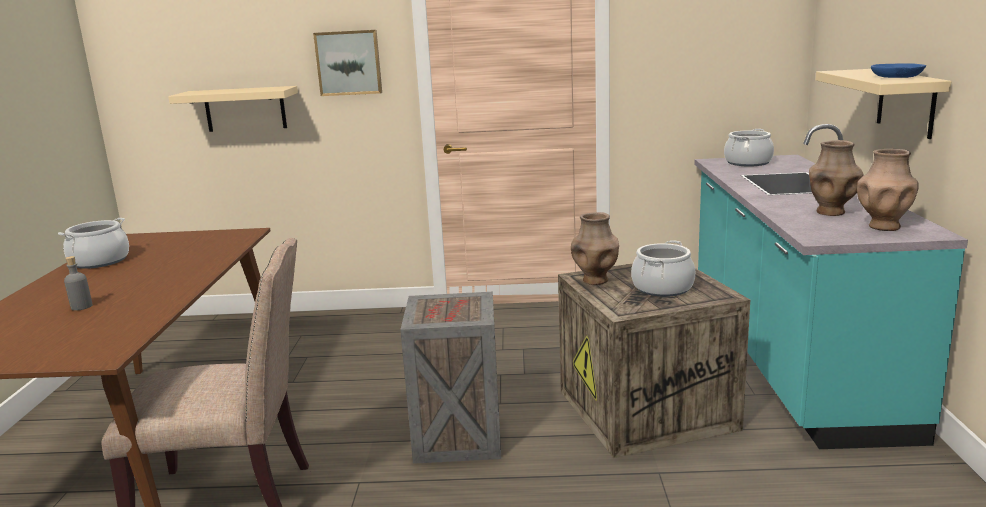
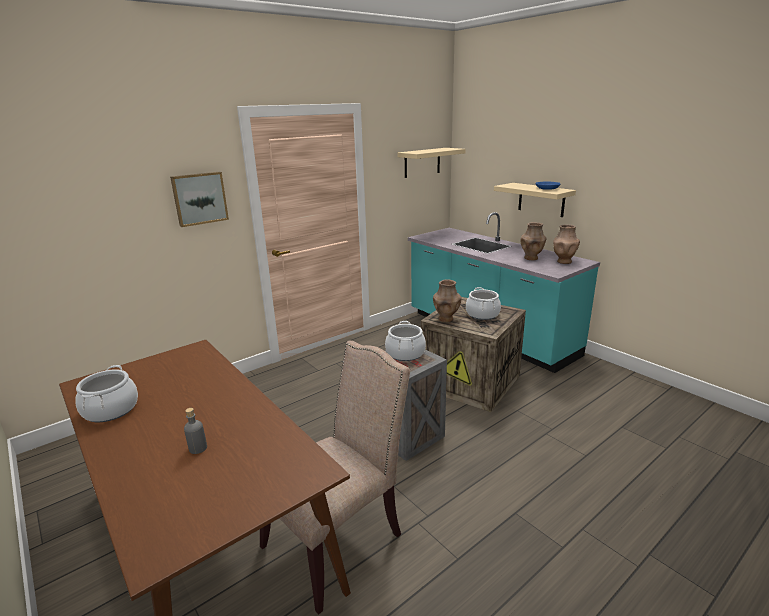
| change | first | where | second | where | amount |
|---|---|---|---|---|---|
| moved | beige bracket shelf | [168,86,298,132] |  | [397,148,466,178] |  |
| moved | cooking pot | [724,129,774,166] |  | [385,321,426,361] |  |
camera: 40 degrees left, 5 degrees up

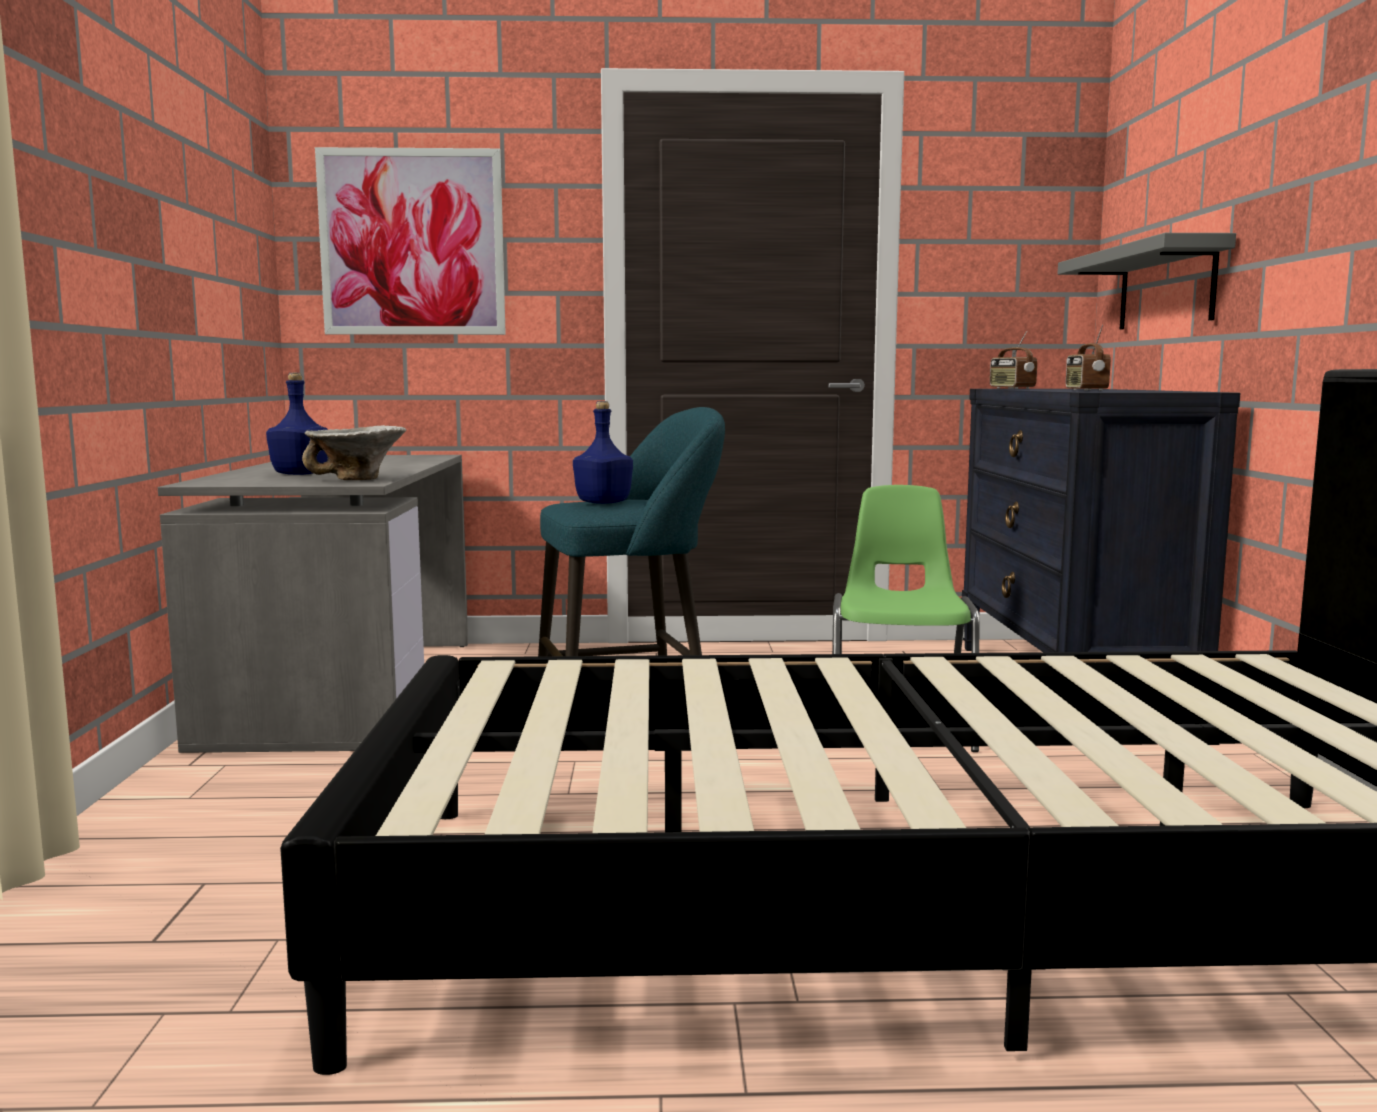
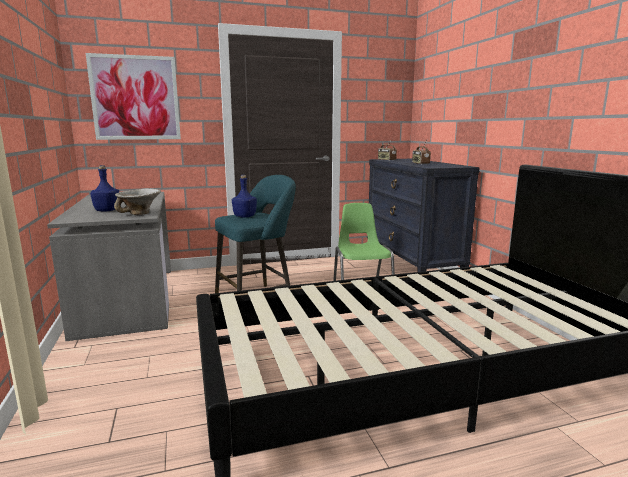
| change | first | where | second | where | amount |
|---|---|---|---|---|---|
| removed | gray bracket shelf | [1058,233,1236,330] |  |  |  |
camera: 15 degrees left, 5 degrees up

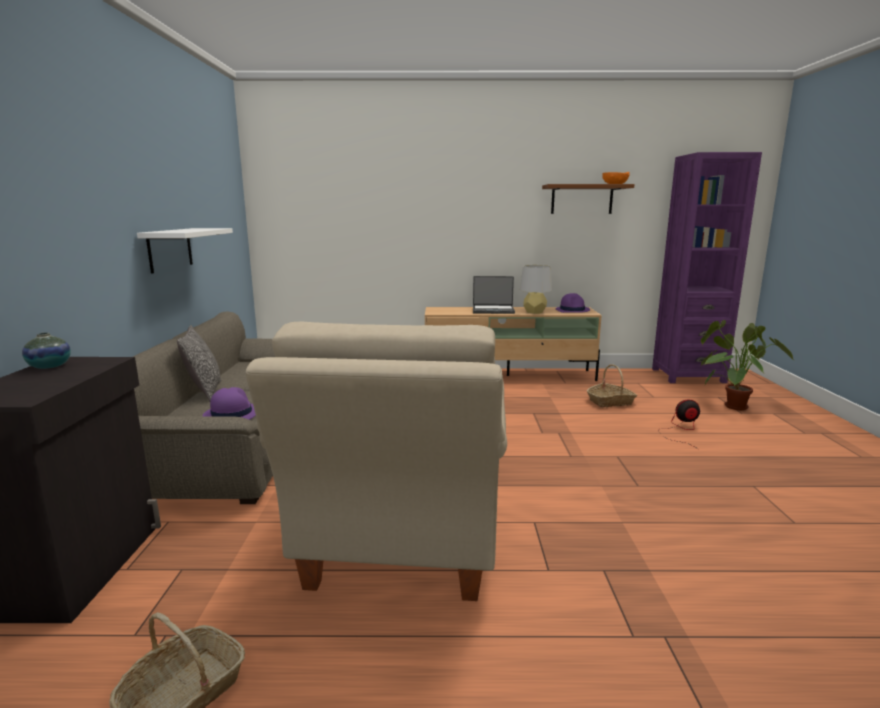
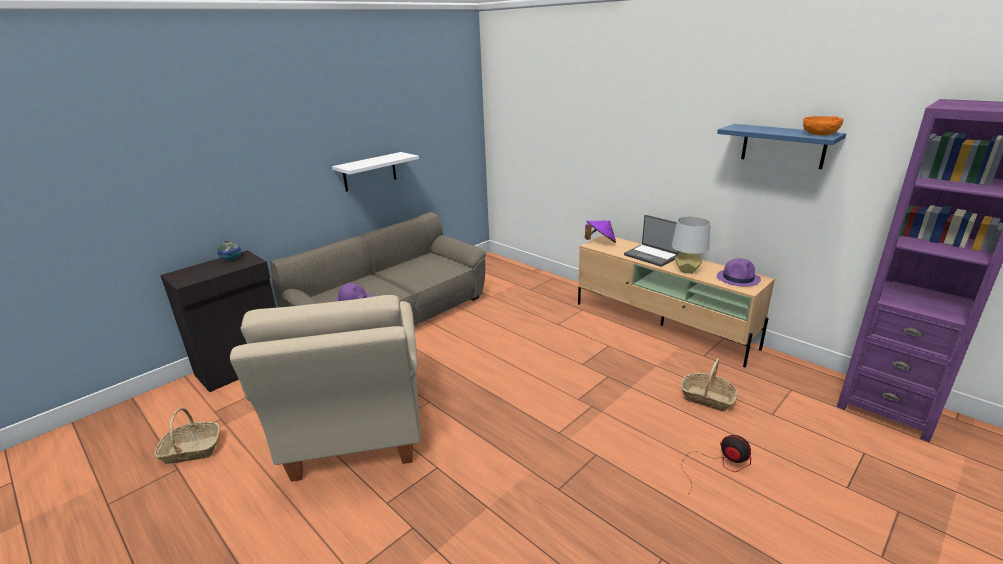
| change | first | where | second | where | amount |
|---|---|---|---|---|---|
| recoloured | brown-coloured bracket shelf | [542,184,635,214] | bluish bracket shelf | [717,124,846,169] |  |
| removed | houseplant | [701,320,795,410] |  |  |  |
| turned | beige lounge chair | [246,322,507,601] |  | [230,295,420,482] | 60 degrees counterclockwise |
| removed | pillow | [177,325,221,401] |  |  |  |
| added |  |  | purplish clothing hat | [585,220,616,243] |  |
camera: 45 degrees right, 10 degrees up

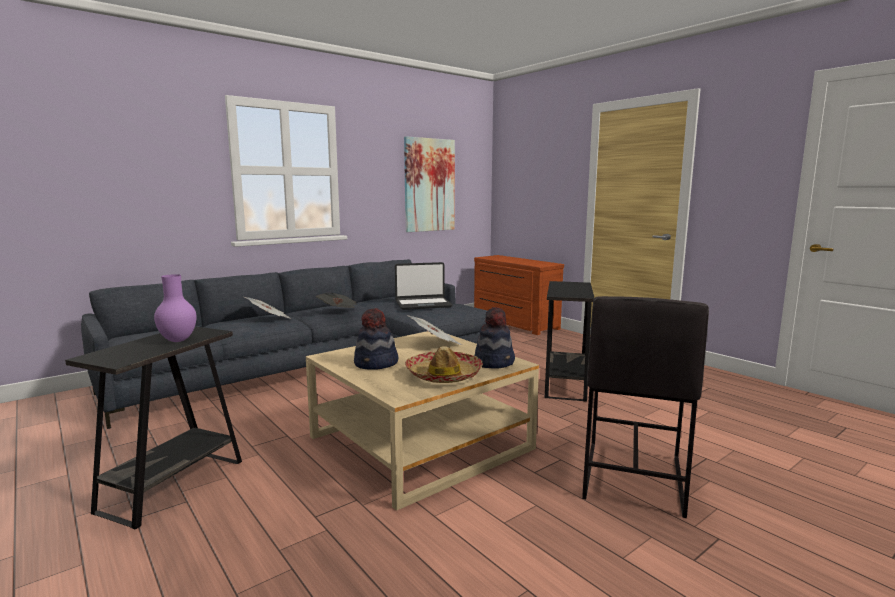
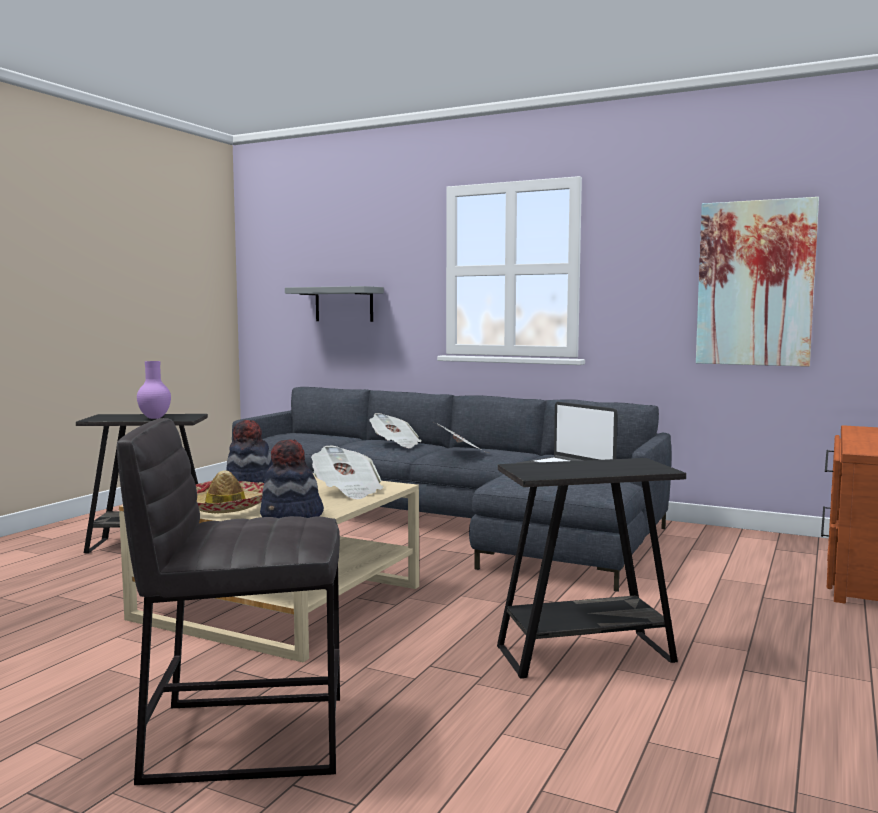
| change | first | where | second | where | amount |
|---|---|---|---|---|---|
| added |  |  | gray bracket shelf | [285,286,384,322] |  |
camera: 65 degrees right, 5 degrees down

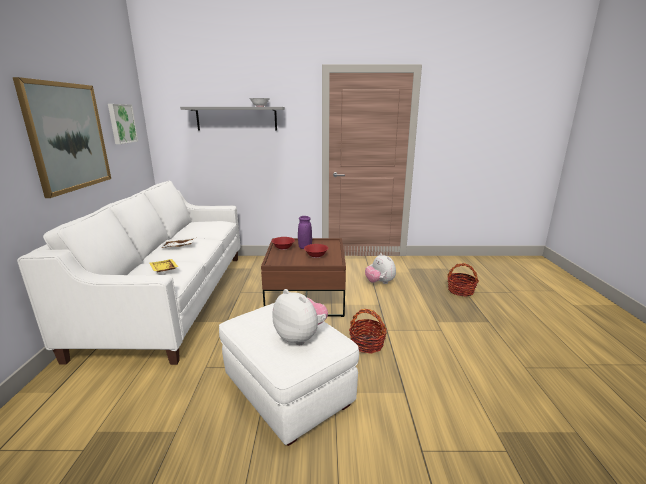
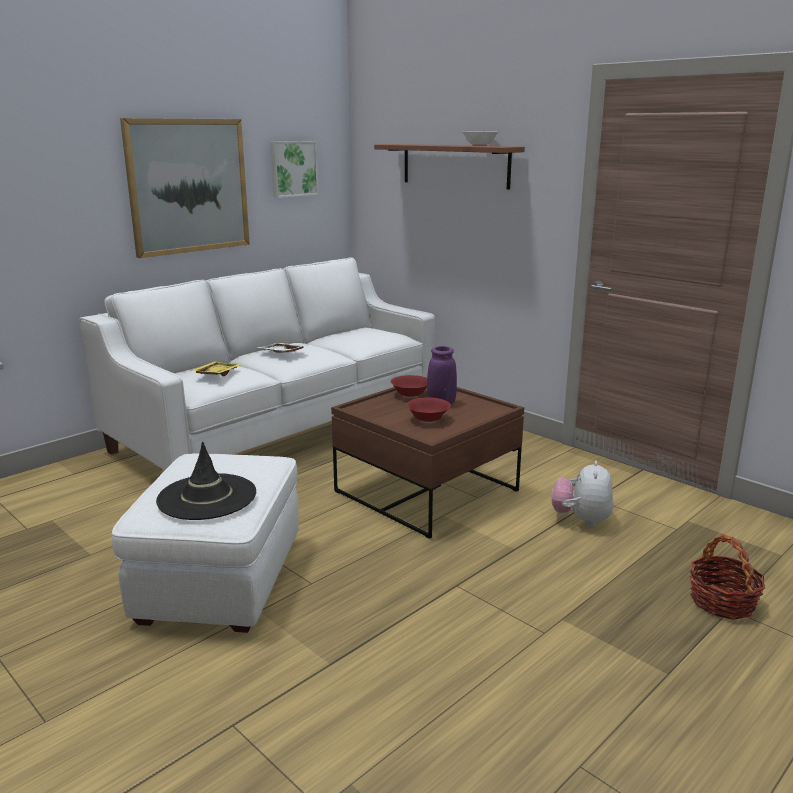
| change | first | where | second | where | amount |
|---|---|---|---|---|---|
| recoloured | gray bracket shelf | [180,107,285,130] | brown-coloured bracket shelf | [374,144,525,189] |  |
| replaced | soft toy | [273,289,328,345] | black clothing hat | [156,441,256,520] |  |
| removed | storage basket | [349,309,387,354] |  |  |  |
camera: 45 degrees right, 0 degrees up

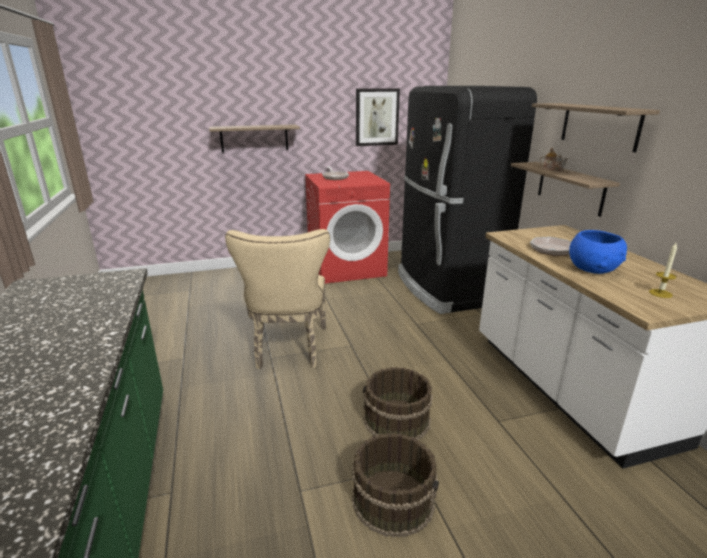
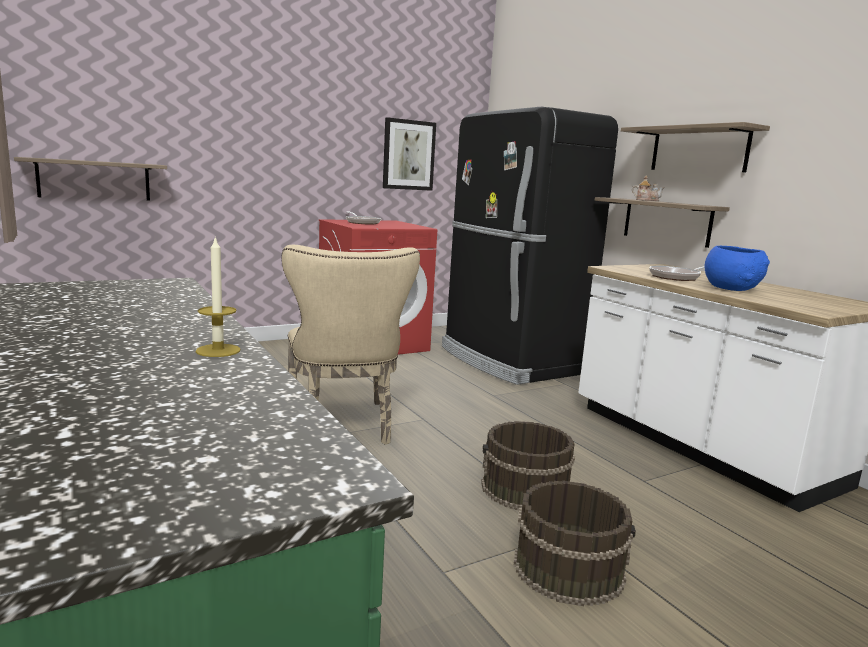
| change | first | where | second | where | amount |
|---|---|---|---|---|---|
| moved | bracket shelf | [209,124,300,153] |  | [14,157,167,201] |  |
| moved | wax candle | [649,243,677,298] |  | [196,237,240,357] |  |
camera: 15 degrees left, 10 degrees down

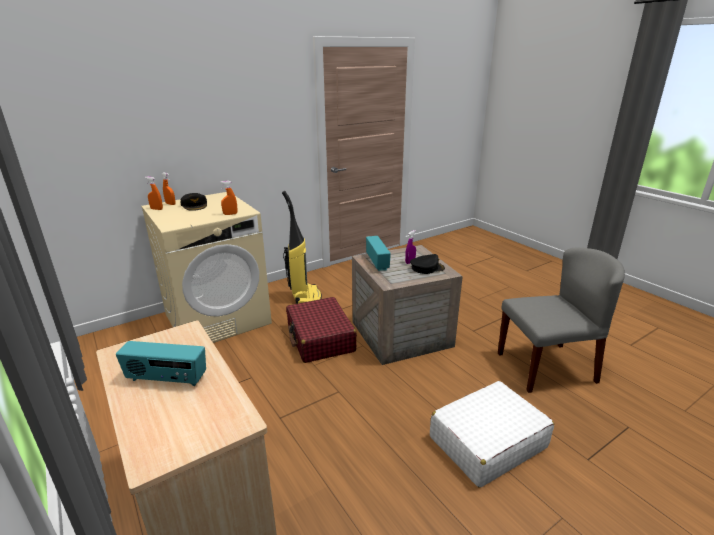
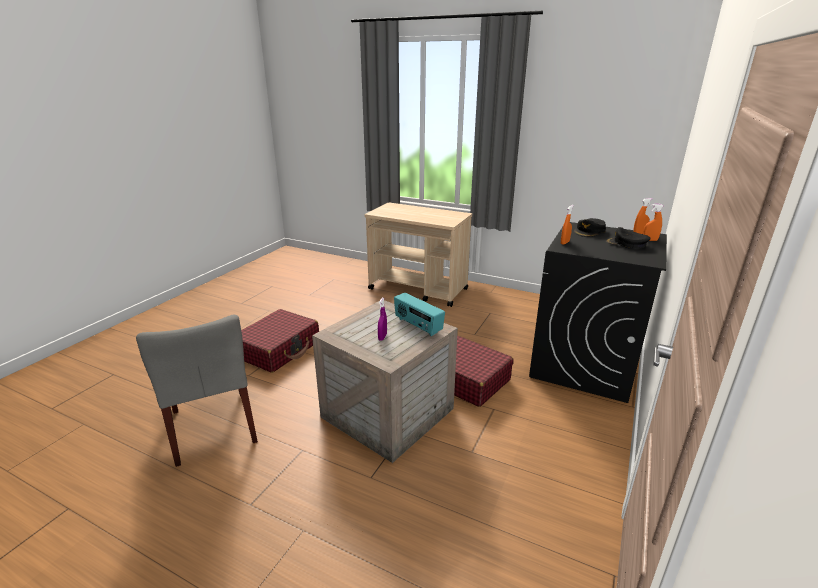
| change | first | where | second | where | amount |
|---|---|---|---|---|---|
| removed | hoover | [282,191,322,304] |  |  |  |
| recoloured | beige washing machine | [141,192,272,343] | black washing machine | [529,222,667,403] |  |
| turned | gray upright chair | [498,247,625,393] |  | [136,315,258,467] | 75 degrees counterclockwise |
| moved | black baseball cap | [410,254,445,274] |  | [574,218,606,237] |  |
| removed | radio set | [116,341,206,386] |  |  |  |
| recoloured | whitish suitcase | [430,381,554,488] | red-coloured suitcase | [241,309,319,373] |  |
camera: 150 degrees right, 0 degrees up

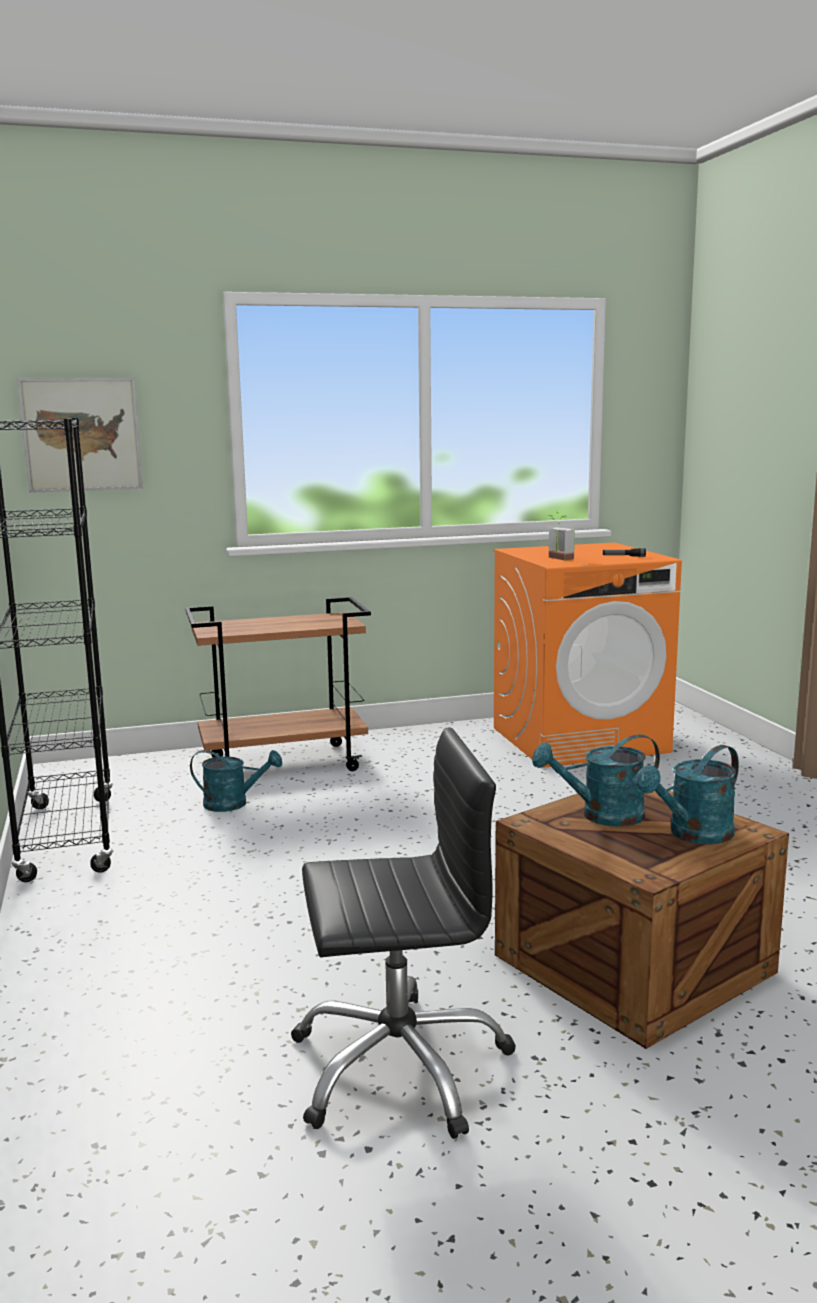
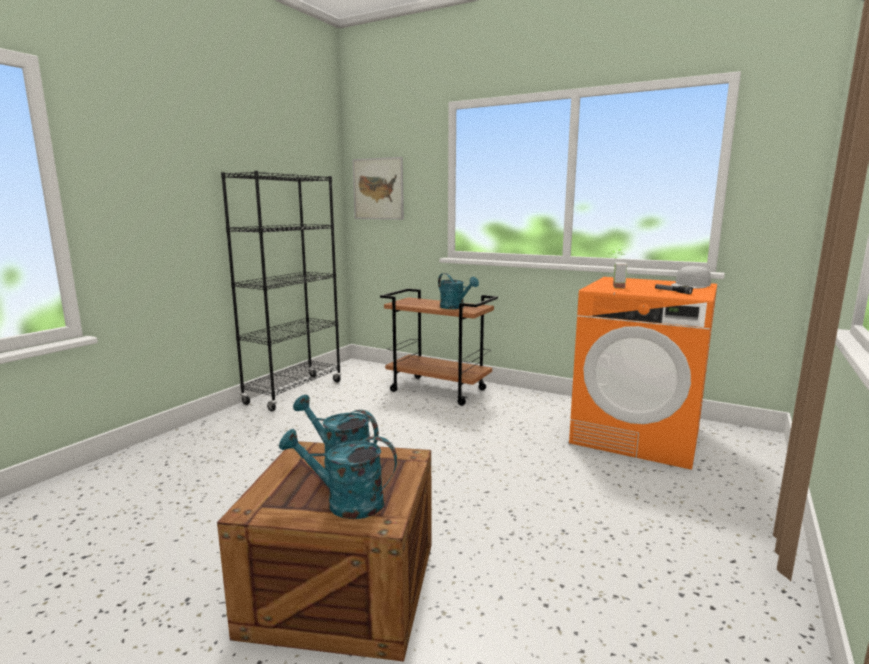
| change | first | where | second | where | amount |
|---|---|---|---|---|---|
| removed | black office chair | [291,727,516,1139] |  |  |  |
| moved | blue-green sprinkling can | [190,750,282,812] |  | [438,273,479,309] |  |
| added |  |  | whitish baseball cap | [671,265,711,289] |  |
camera: 45 degrees right, 0 degrees up

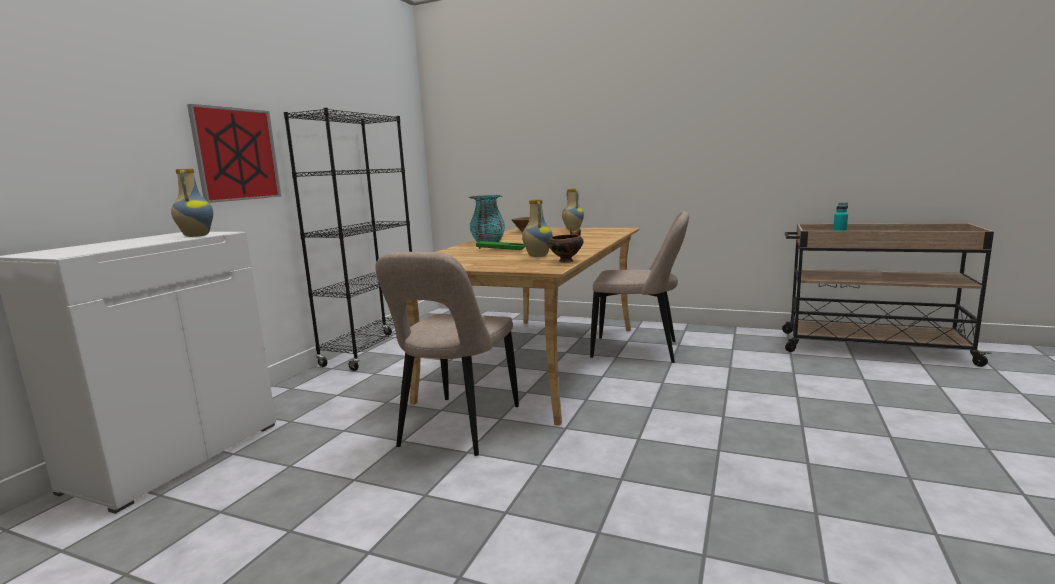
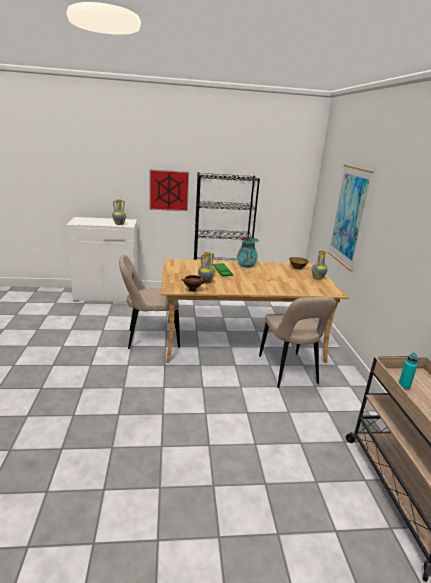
| change | first | where | second | where | amount |
|---|---|---|---|---|---|
| added |  |  | wall art | [328,164,374,272] |  |
camera: 60 degrees right, 10 degrees up

